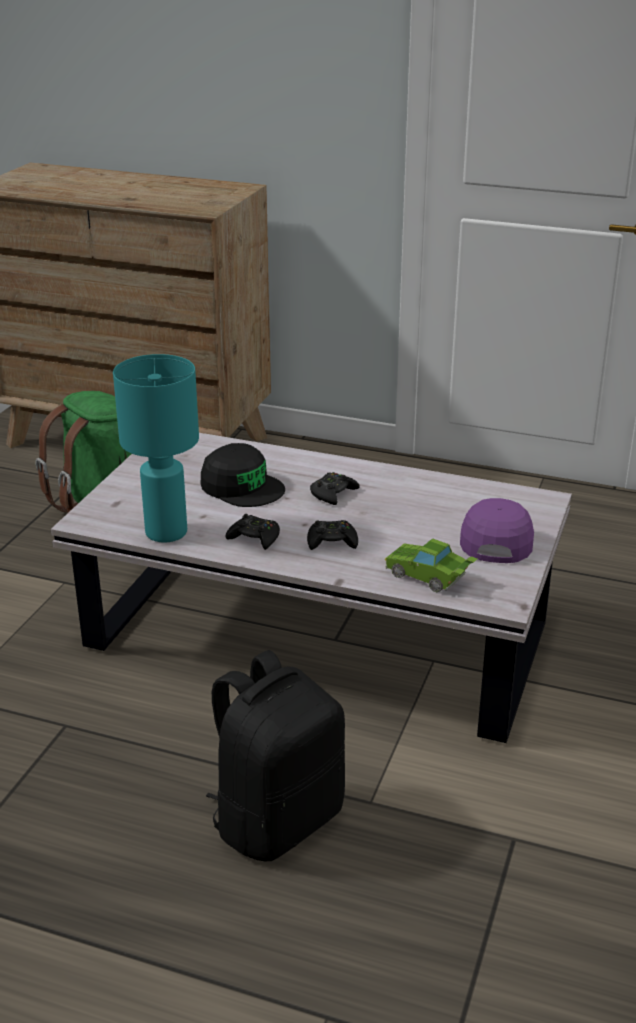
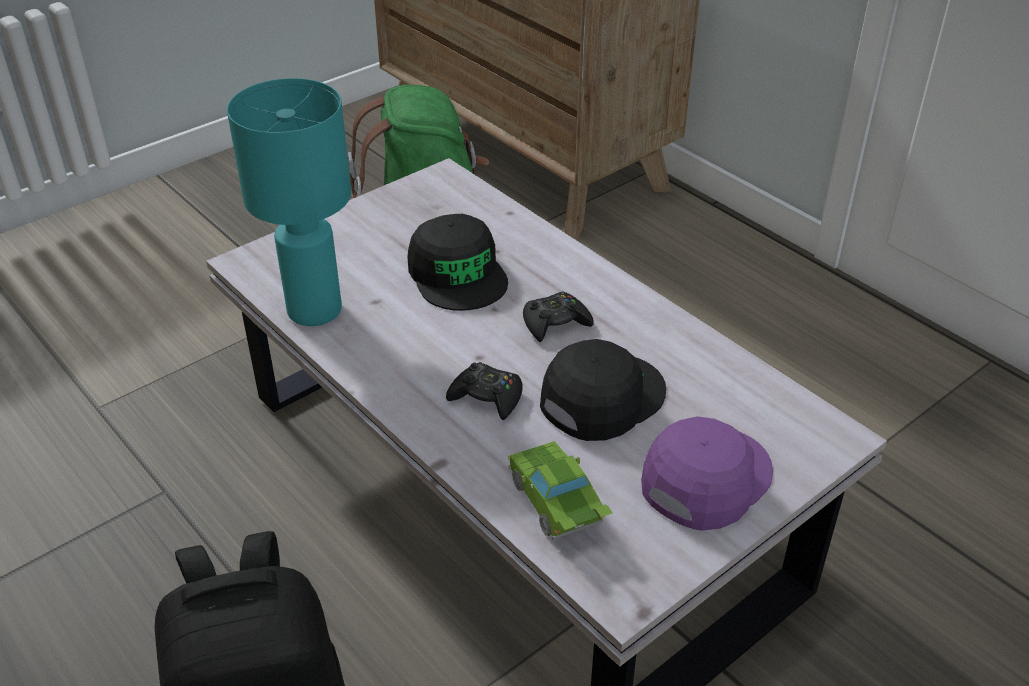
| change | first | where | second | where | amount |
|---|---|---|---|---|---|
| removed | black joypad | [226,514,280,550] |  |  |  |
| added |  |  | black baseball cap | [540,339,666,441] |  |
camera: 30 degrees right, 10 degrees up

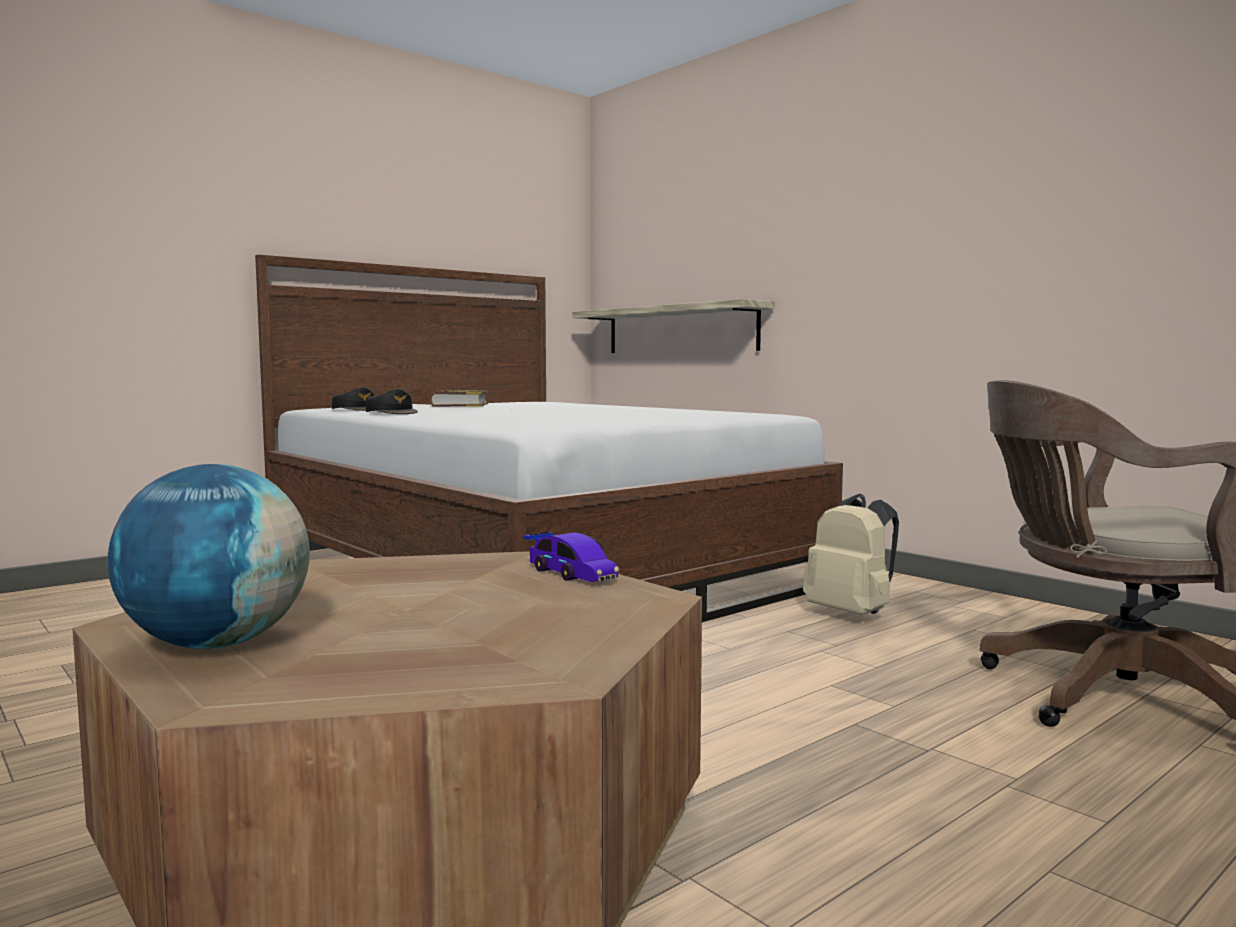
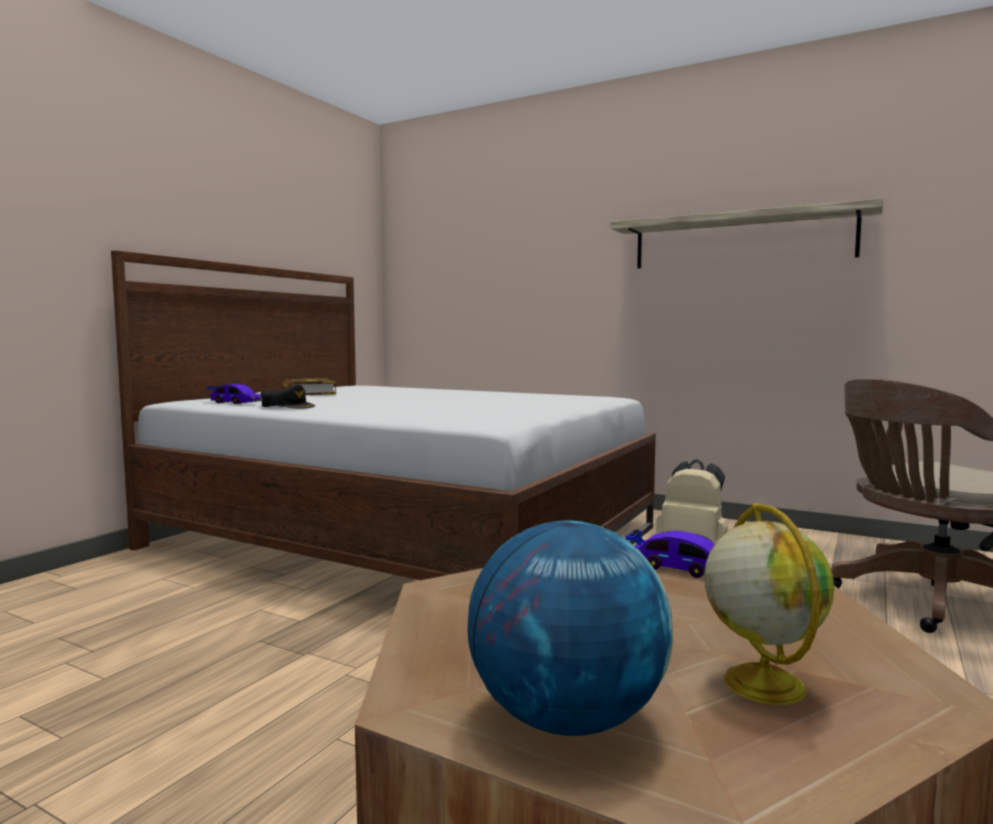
| change | first | where | second | where | amount |
|---|---|---|---|---|---|
| moved | bracket shelf | [572,299,775,353] |  | [610,198,883,268] |  |
| replaced | black baseball cap | [332,387,375,411] | toy car | [206,384,261,404] |  |
| added |  |  | globe | [704,503,834,705] |  |
camera: 20 degrees left, 0 degrees up

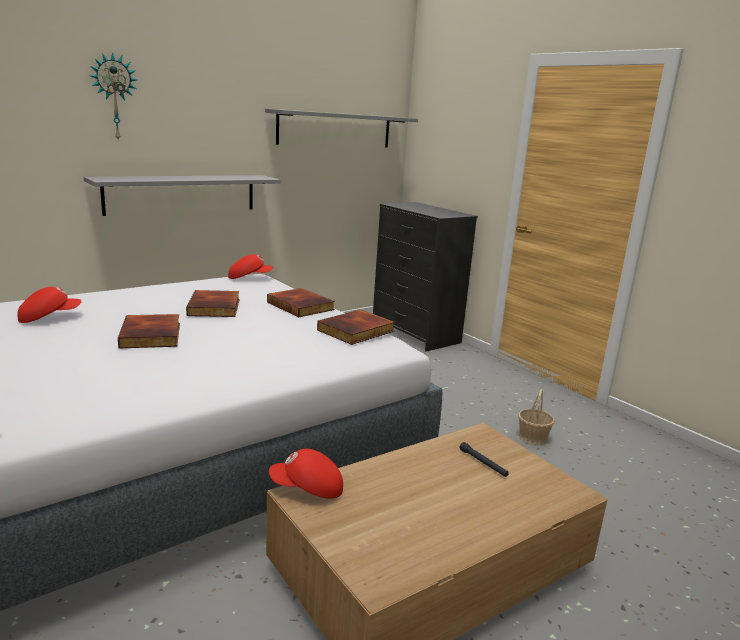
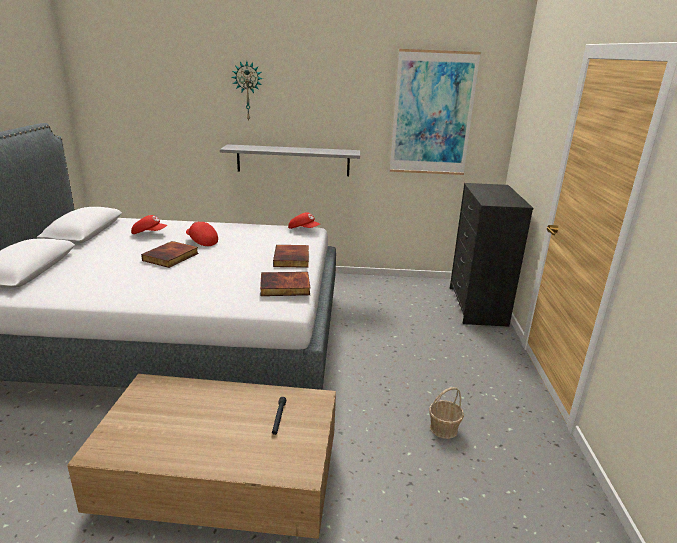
| change | first | where | second | where | amount |
|---|---|---|---|---|---|
| replaced | gray bracket shelf | [265,109,418,148] | wall art | [390,49,481,175] |  |
| removed | volume | [186,290,240,317] |  |  |  |
| moved | red-coloured baseball cap | [269,449,343,499] |  | [186,221,218,246] |  |
camera: 40 degrees right, 5 degrees up

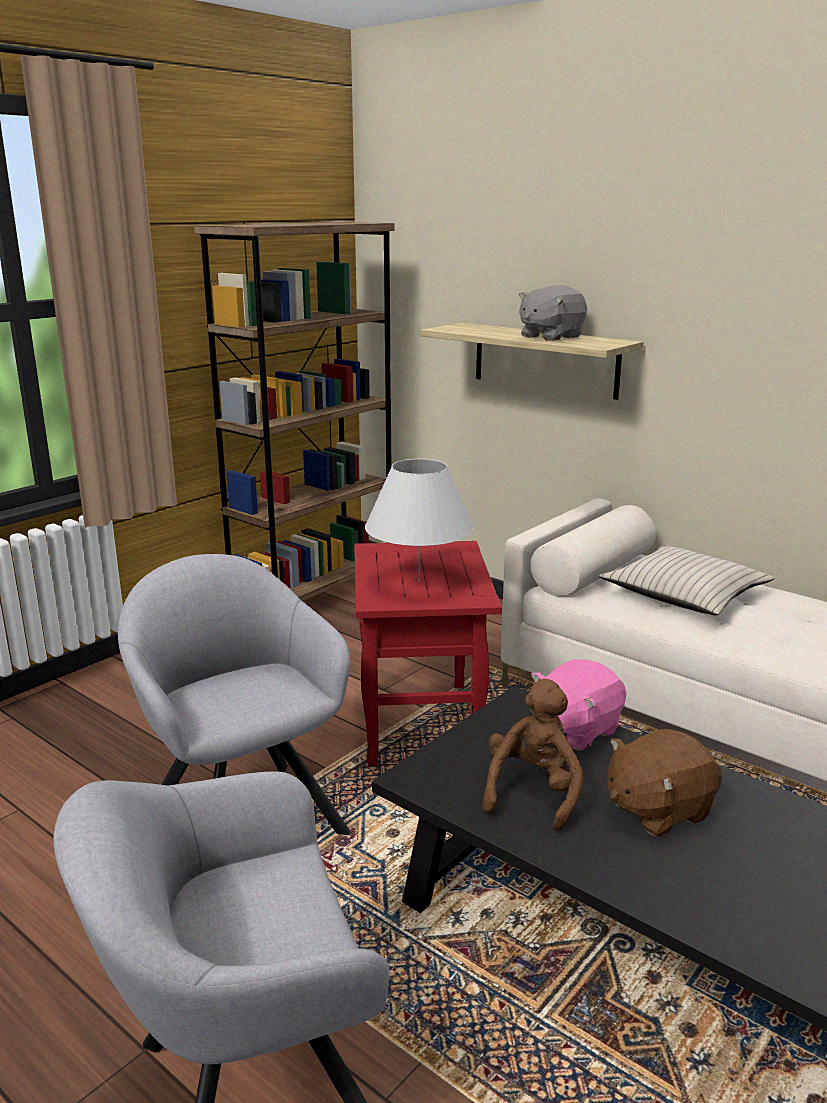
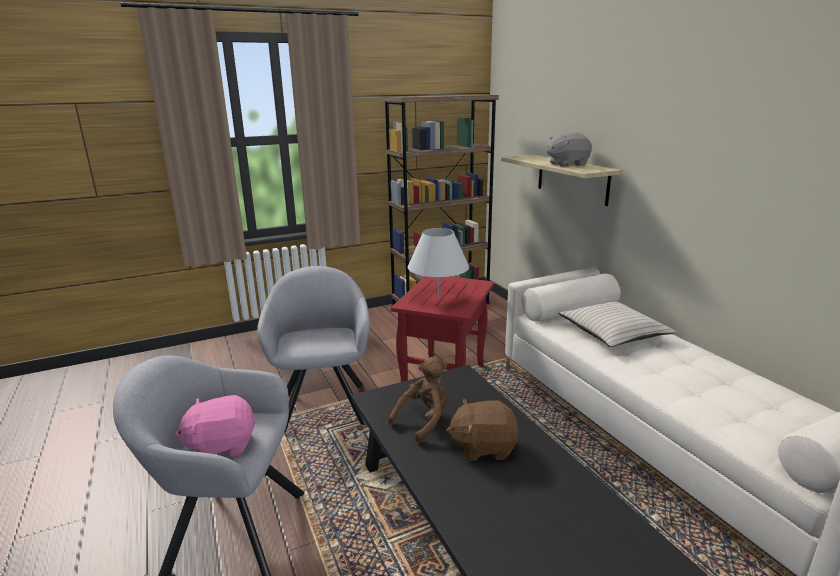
| change | first | where | second | where | amount |
|---|---|---|---|---|---|
| moved | pink soft toy | [531,660,626,751] |  | [175,395,256,457] |  |
camera: 25 degrees right, 0 degrees up

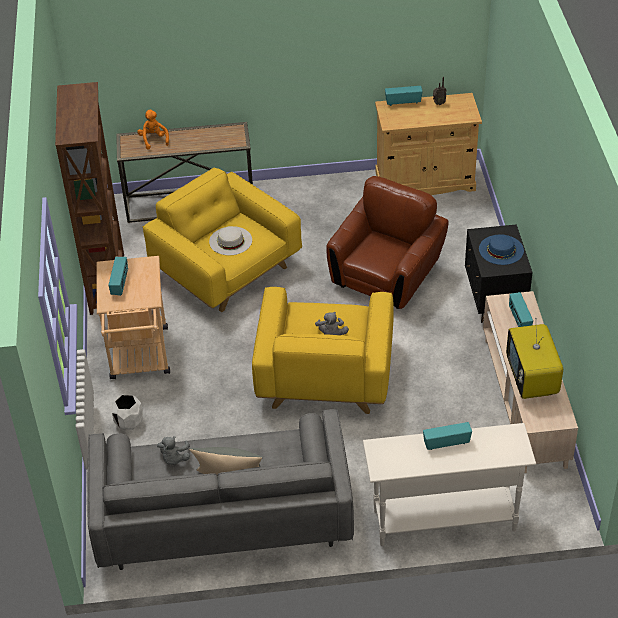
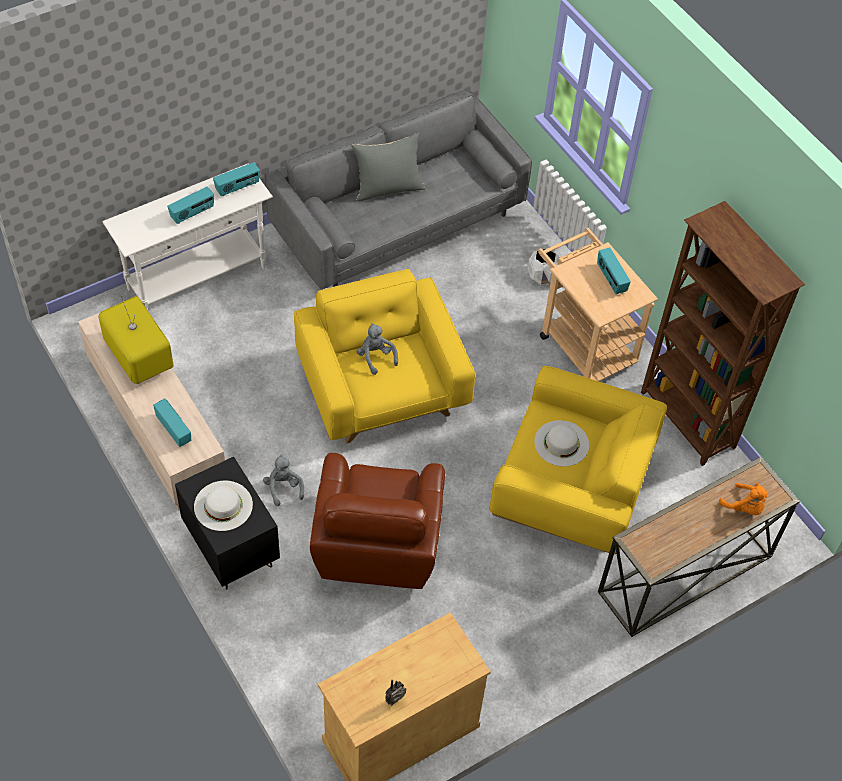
| change | first | where | second | where | amount |
|---|---|---|---|---|---|
| moved | radio set | [385,86,423,106] |  | [213,162,260,196] |  |
| recoloured | bluish clothing hat | [479,234,524,265] | whitish clothing hat | [194,480,253,531] |  |
| moved | gray soft toy | [157,436,190,465] |  | [263,455,304,506] |  |
camera: 150 degrees right, 10 degrees up

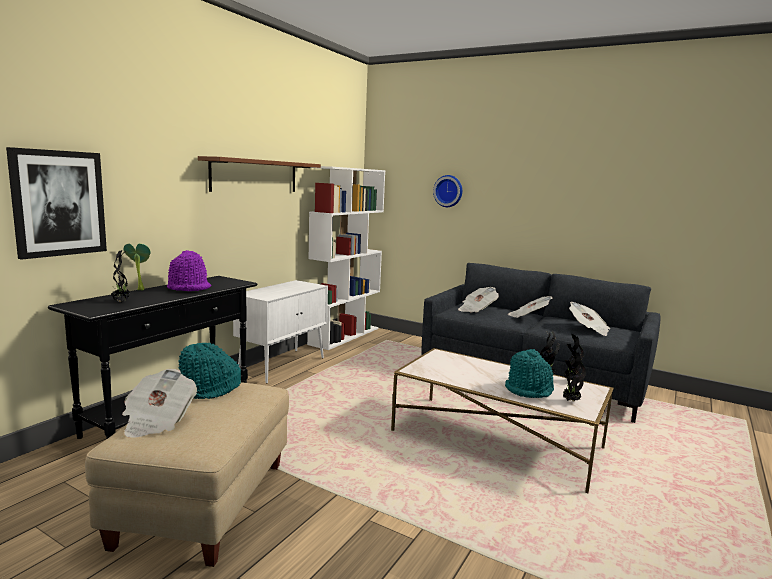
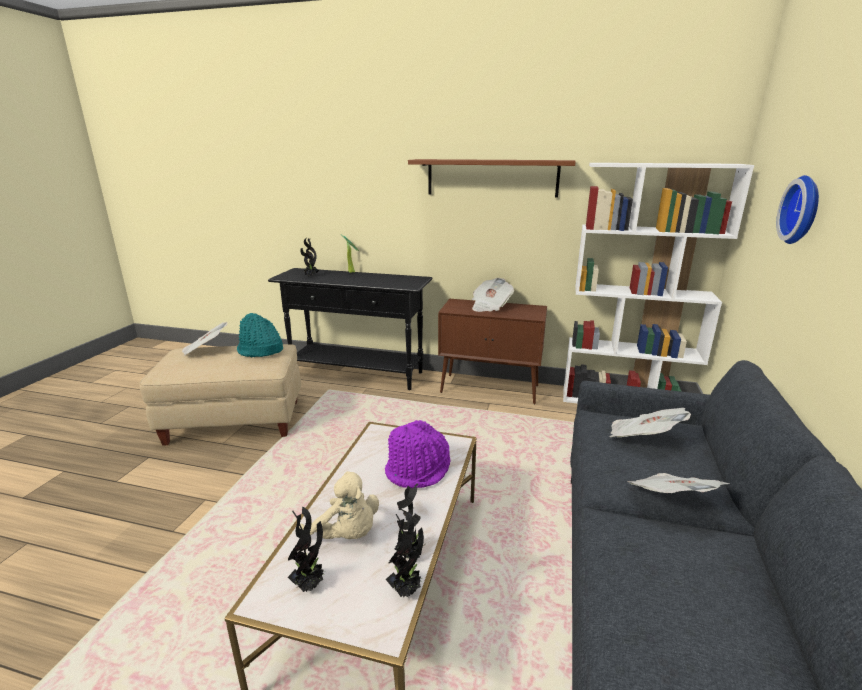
| change | first | where | second | where | amount |
|---|---|---|---|---|---|
| removed | wall art | [6,147,107,260] |  |  |  |
| moved | purplish clothing hat | [167,250,212,291] |  | [385,420,450,488] |  |
| recoloured | whitish cupboard | [233,280,328,384] | brown-coloured cupboard | [438,299,547,404] |  |
| moved | printed paper | [569,302,610,336] |  | [472,278,514,312] |  |
| replaced | blue-green clothing hat | [505,349,554,398] | beige soft toy | [299,471,379,539] |  |
camera: 75 degrees right, 10 degrees up

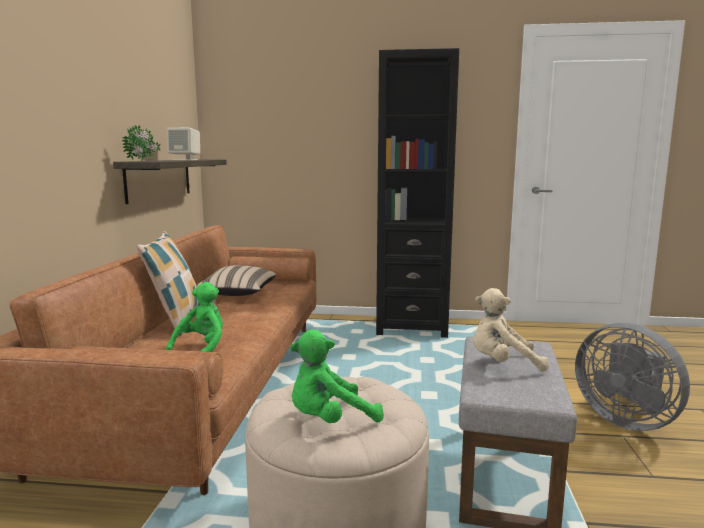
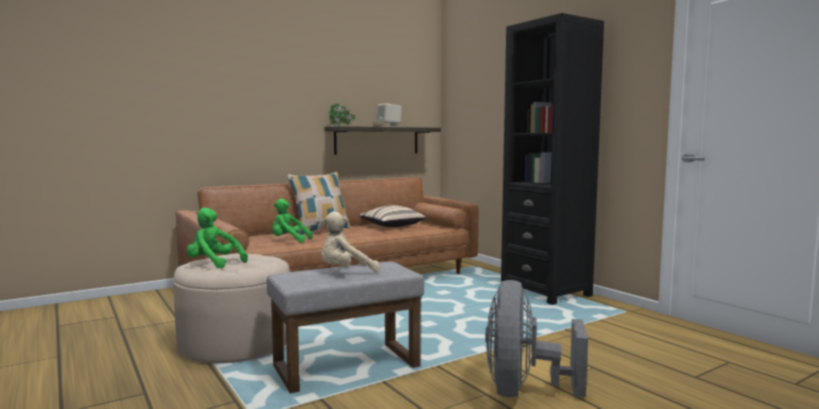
| change | first | where | second | where | amount |
|---|---|---|---|---|---|
| turned | green soft toy | [166,282,223,352] |  | [273,199,313,243] | 150 degrees counterclockwise |
| turned | beige soft toy | [473,288,549,372] |  | [321,211,380,272] | 75 degrees counterclockwise |
camera: 50 degrees right, 5 degrees down

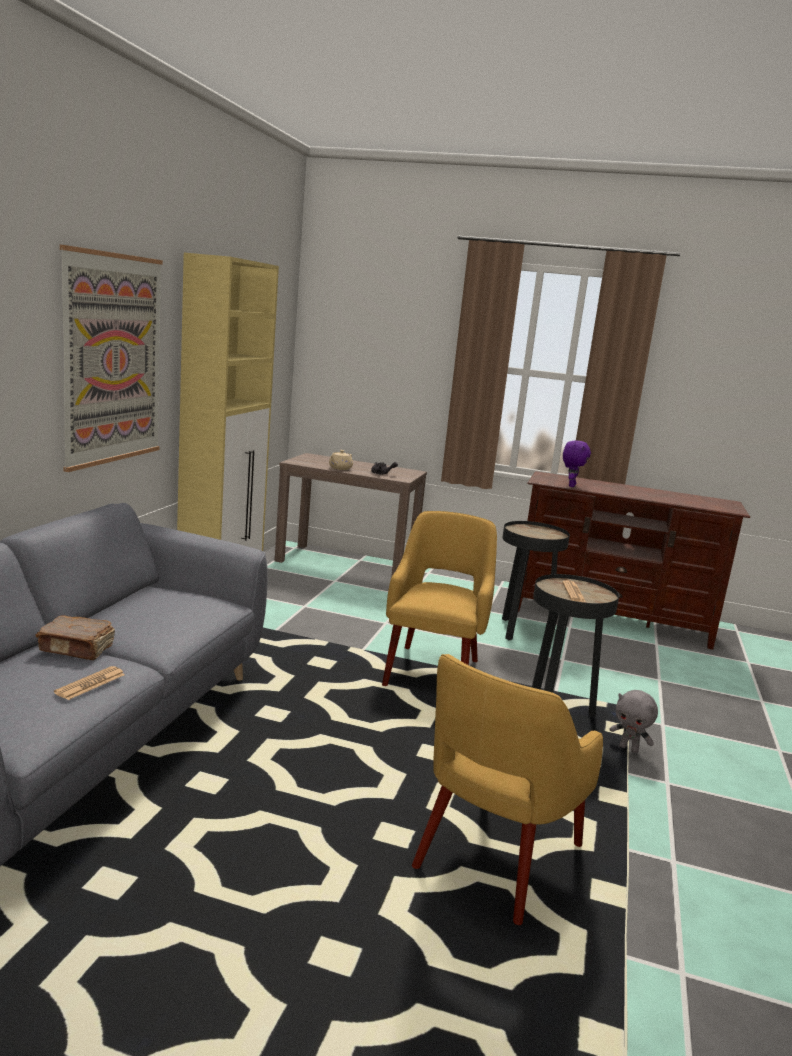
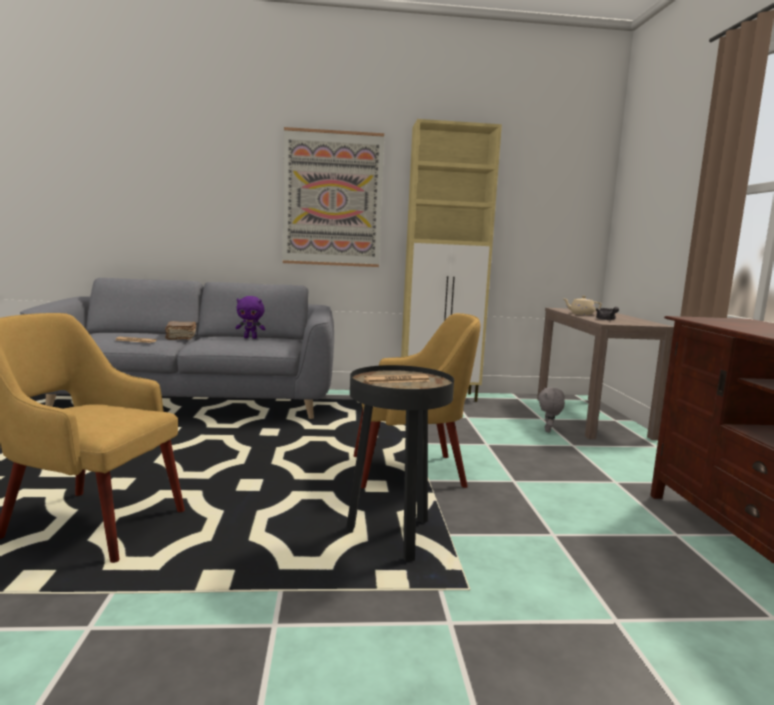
| change | first | where | second | where | amount |
|---|---|---|---|---|---|
| moved | purplish soft toy | [563,440,591,487] |  | [235,296,266,339] |  |
| removed | black side table | [502,521,570,640] |  |  |  |
| moved | gray soft toy | [610,690,658,753] |  | [538,387,565,433] |  |
camera: 70 degrees right, 5 degrees down

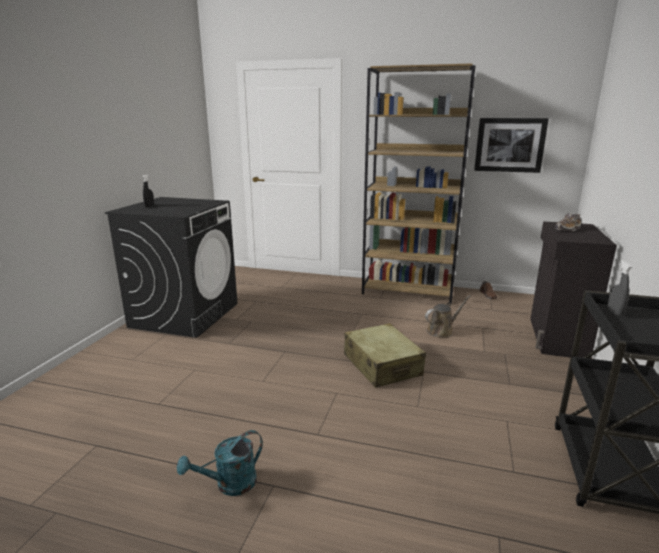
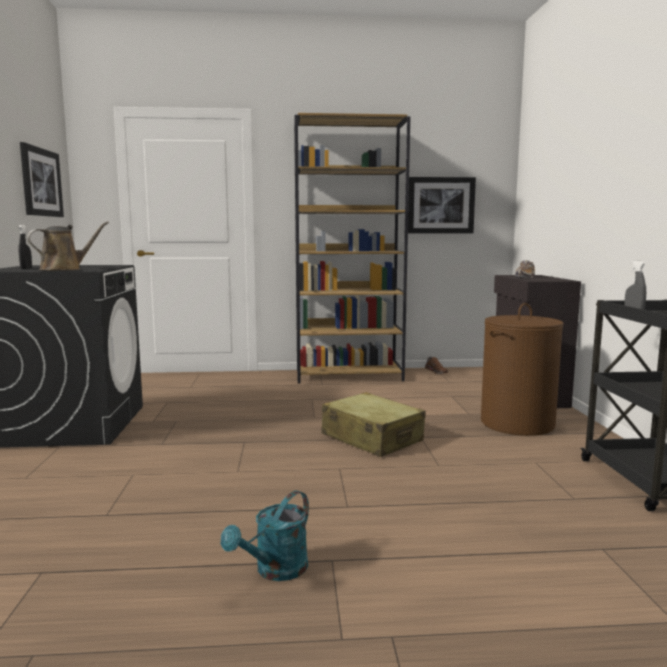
| change | first | where | second | where | amount |
|---|---|---|---|---|---|
| moved | brown-coloured sprinkling can | [425,295,471,338] |  | [27,222,109,270] |  |
| added |  |  | wall art | [20,142,64,217] |  |
| added |  |  | brown-coloured washing basket | [481,303,564,436] |  |
camera: 20 degrees left, 10 degrees down

